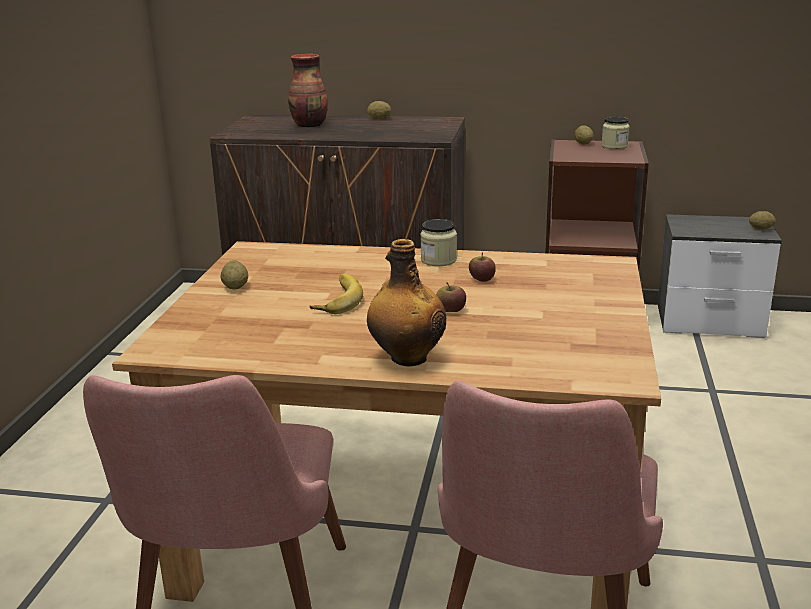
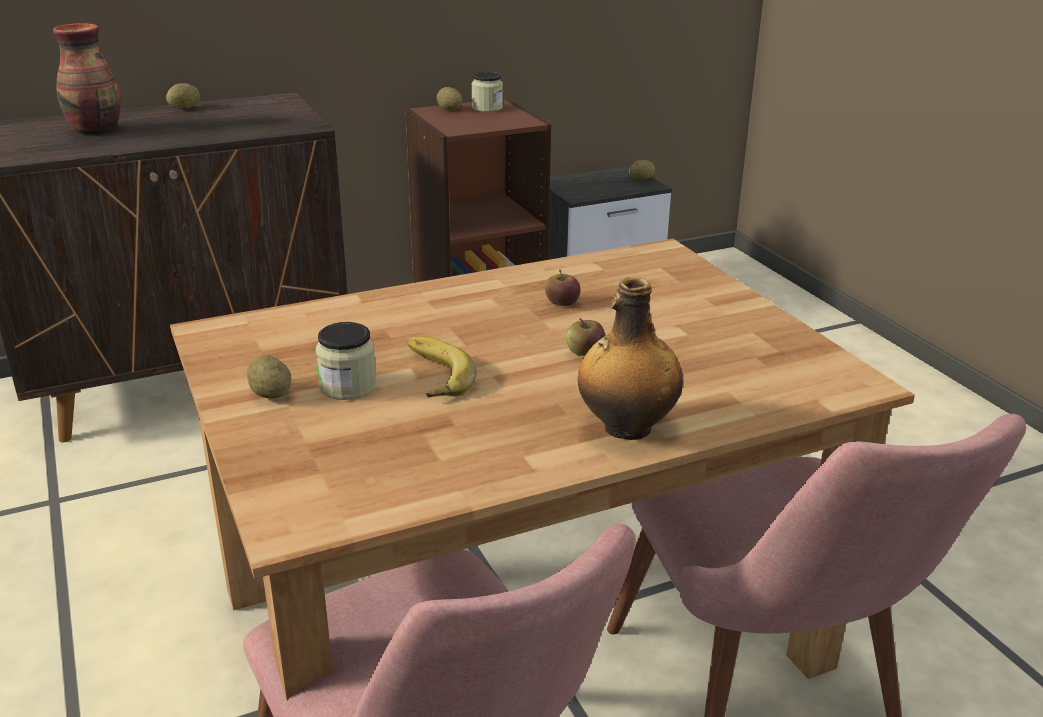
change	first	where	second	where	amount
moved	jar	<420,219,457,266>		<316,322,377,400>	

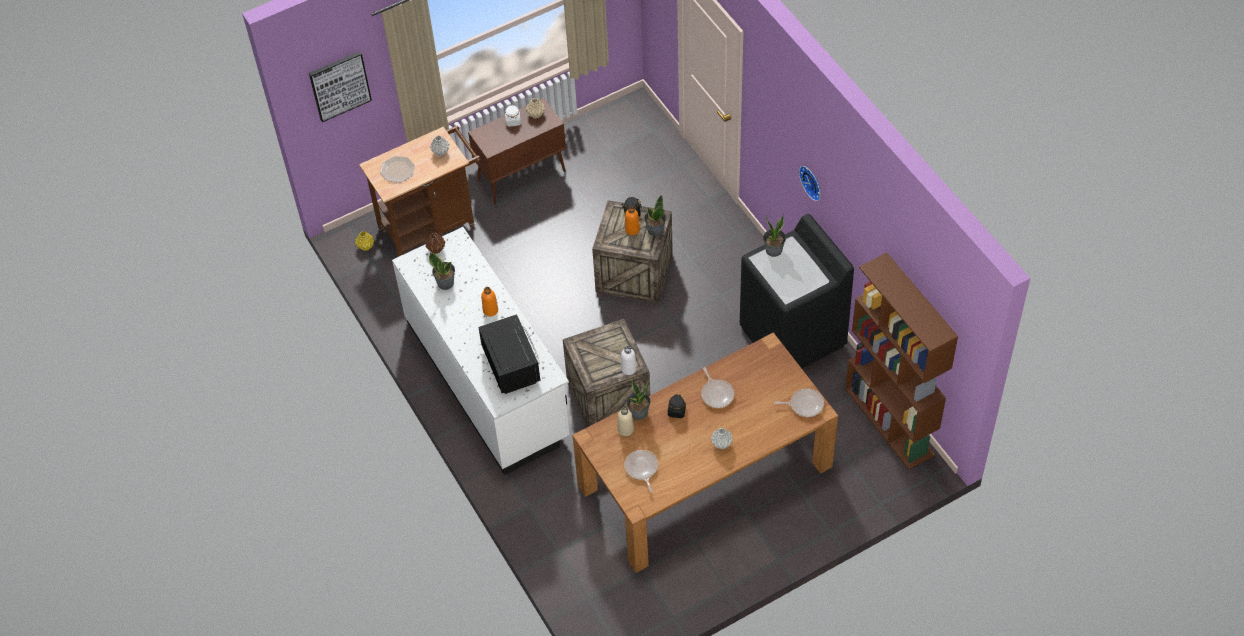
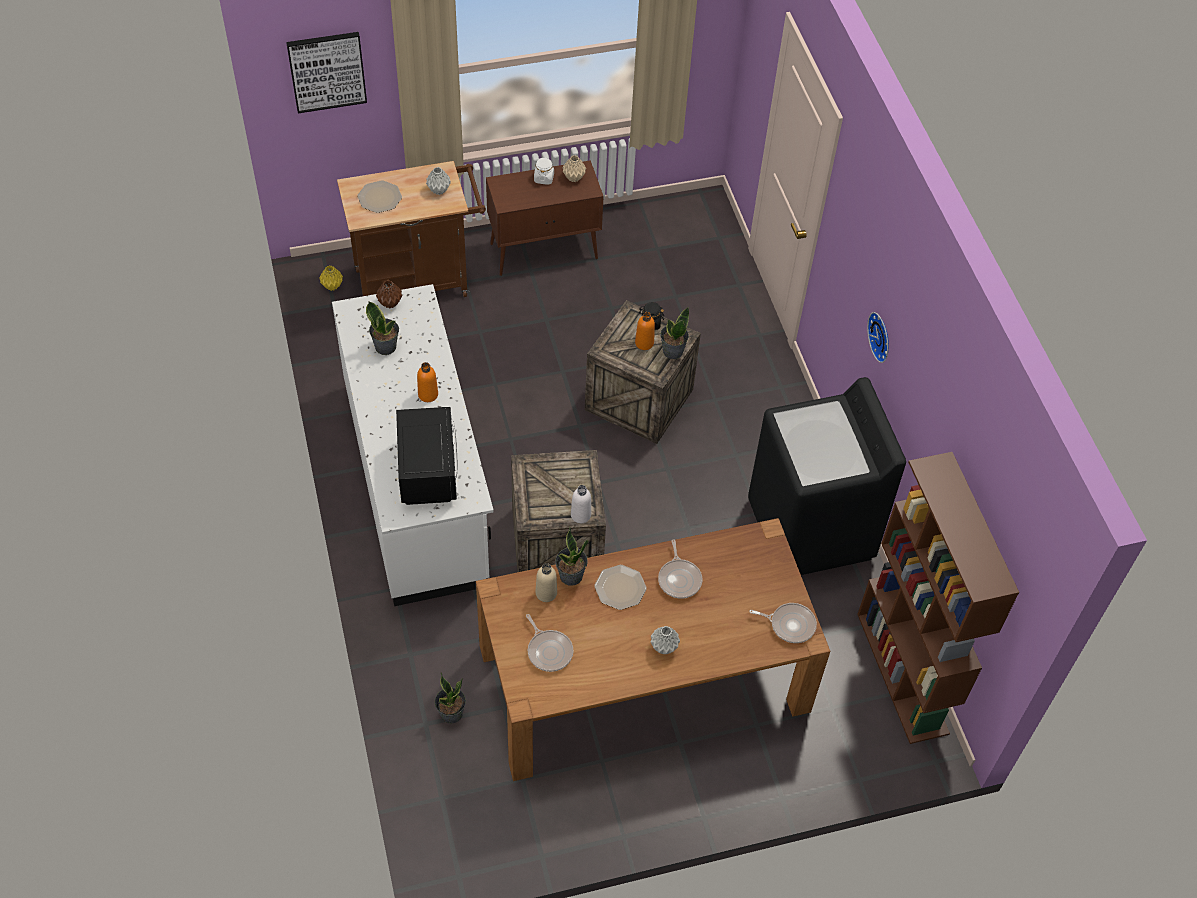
change	first	where	second	where	amount
turned	frying pan	<624,450,658,492>		<526,614,573,672>	150 degrees clockwise
replaced	black jar	<668,394,686,418>	plate	<594,565,647,610>	
moved	potted plant	<763,214,786,257>		<435,672,466,724>	

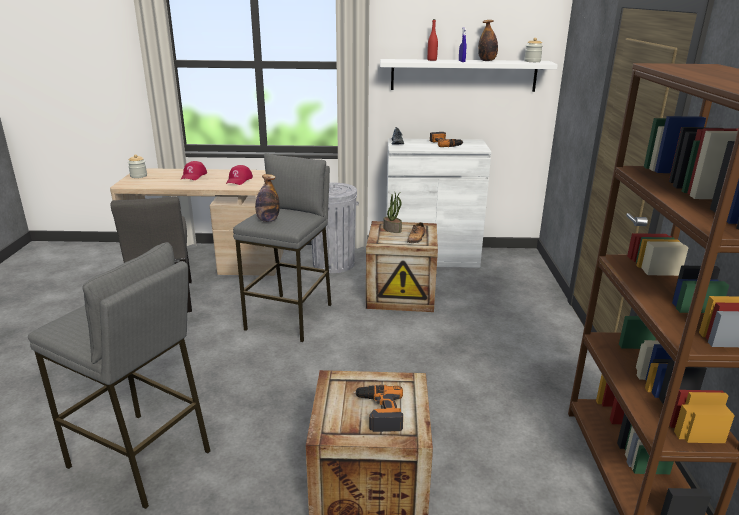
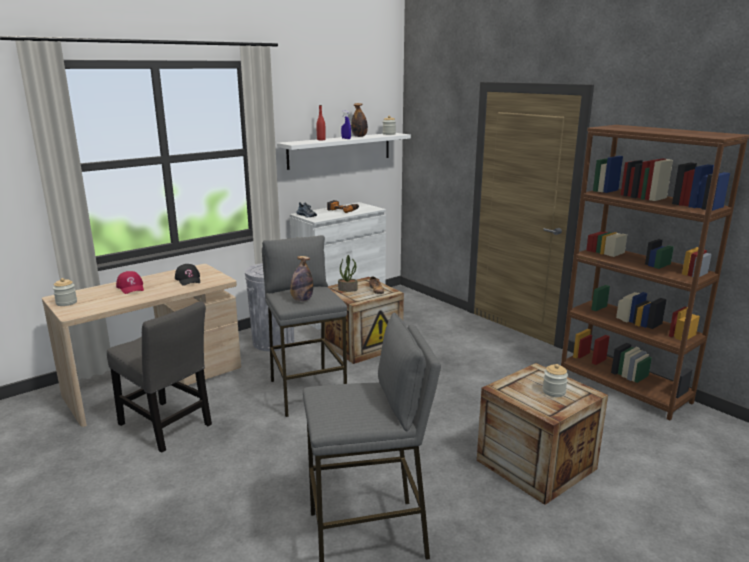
change	first	where	second	where	amount
recoloured	red cap	<226,165,253,185>	black cap	<175,264,200,286>	
replaced	power drill	<354,385,403,432>	jar	<543,364,568,397>	

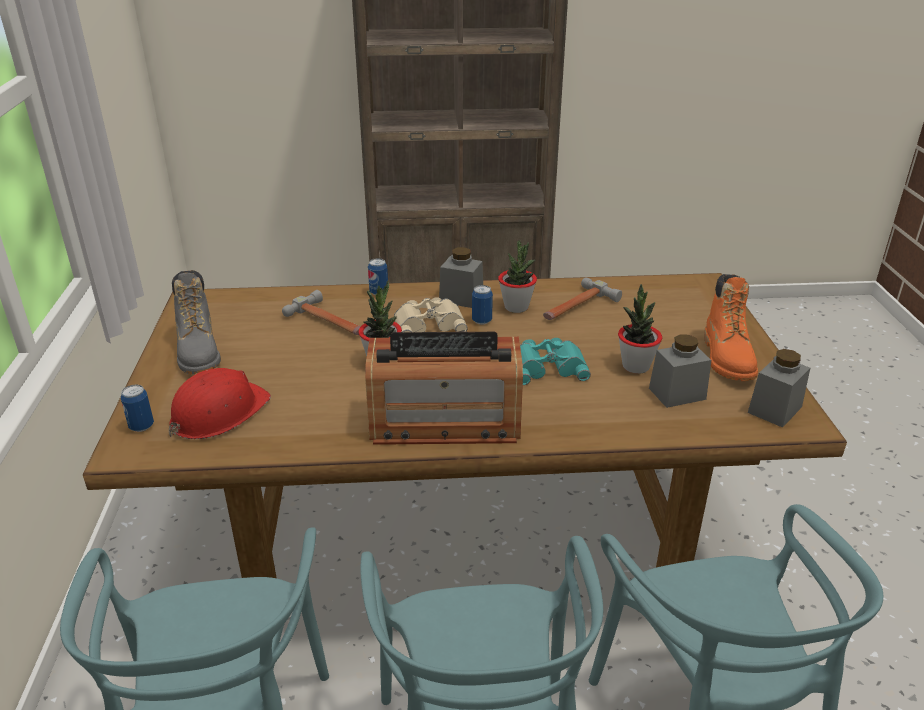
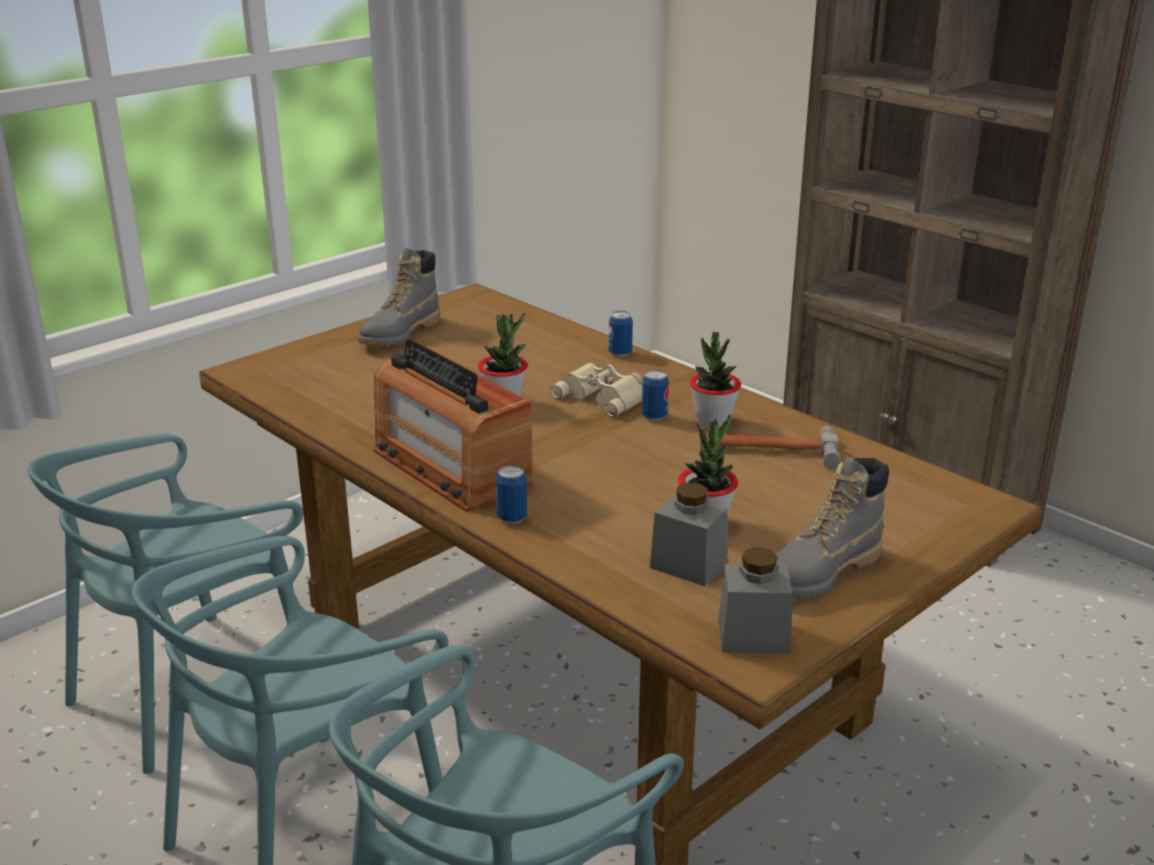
change	first	where	second	where	amount
moved	can	<121,385,154,432>		<496,465,527,524>	
removed	red hard hat	<169,368,271,439>			
removed	hammer	<282,290,361,335>			
removed	grey jar	<439,247,483,308>			
removed	turquoise binoculars	<520,338,591,385>			
recoloured	orange boot	<704,274,758,381>	grey boot	<775,457,889,598>	

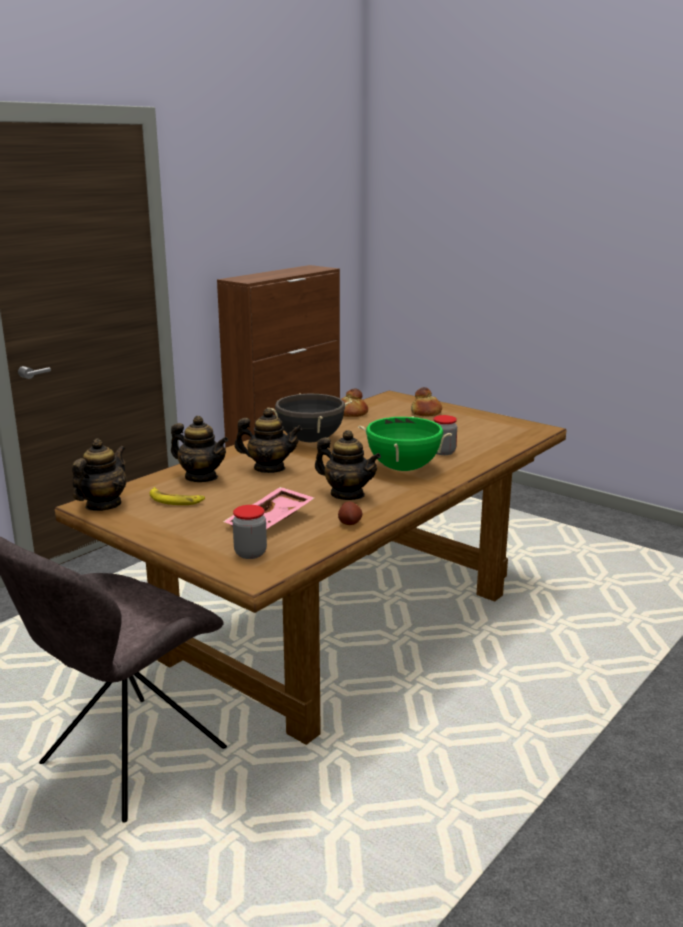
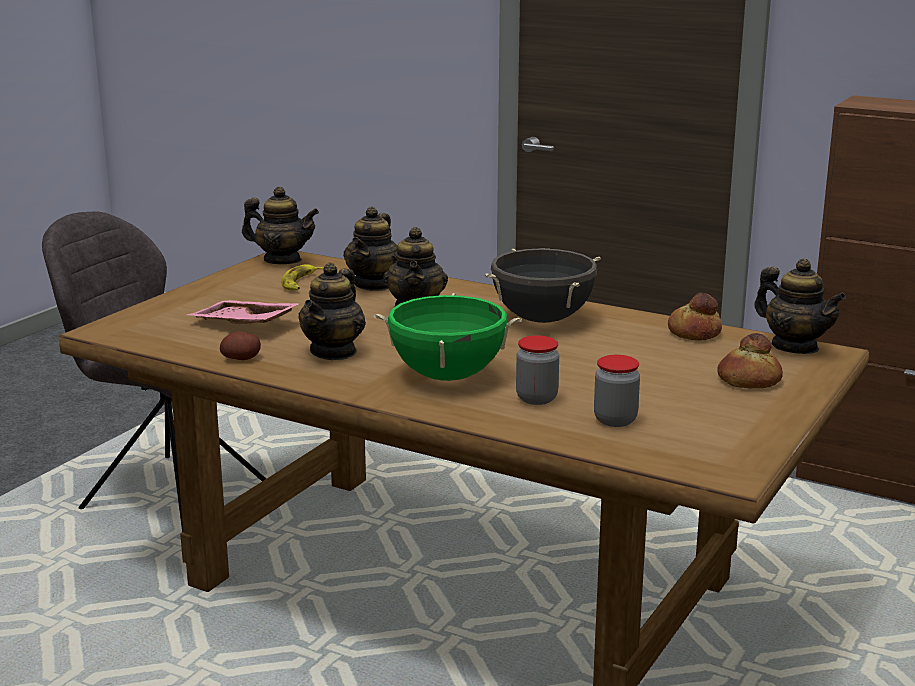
change	first	where	second	where	amount
moved	jar	<233,505,267,559>		<594,355,640,427>	
added			teapot	<754,259,846,354>	

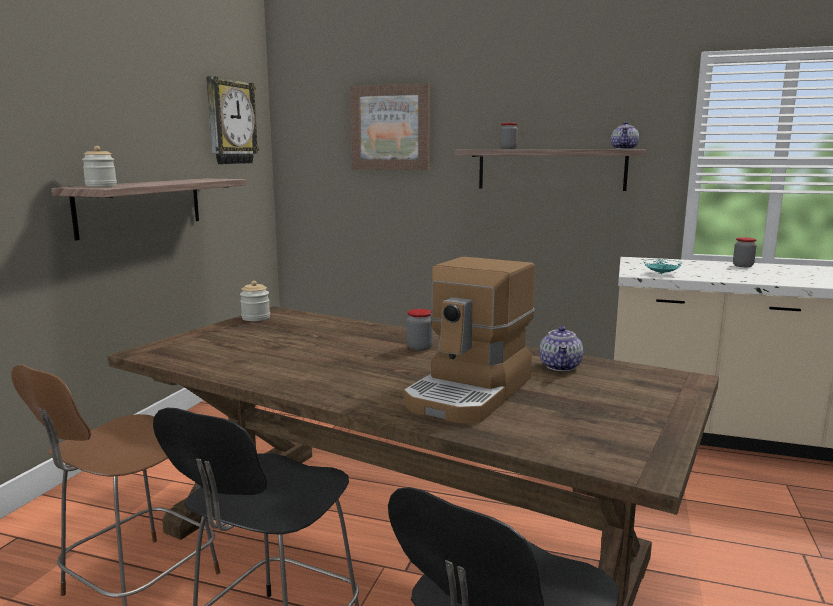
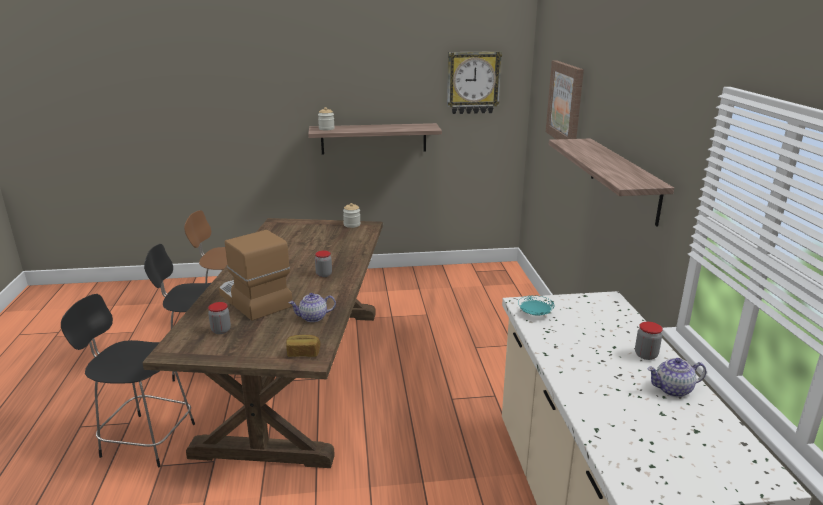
change	first	where	second	where	amount
turned	coffee machine	<404,257,535,423>		<219,230,292,321>	45 degrees clockwise
moved	jar	<500,123,518,149>		<208,302,231,334>	
moved	teapot	<611,122,639,149>		<647,358,706,397>	
added			bread	<286,335,320,357>	

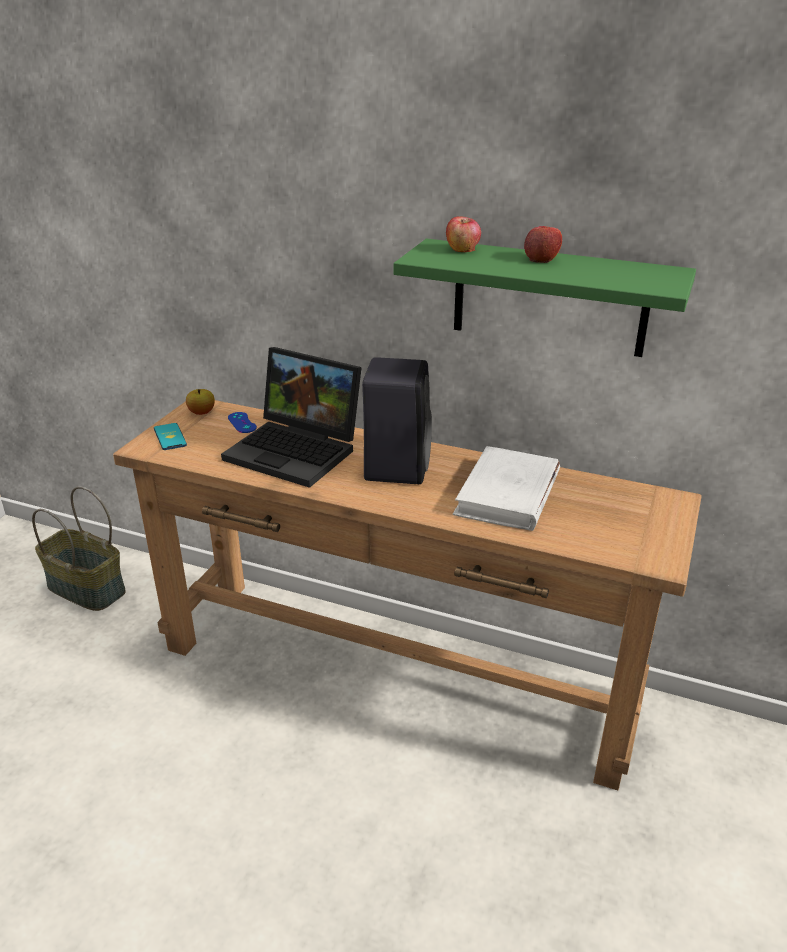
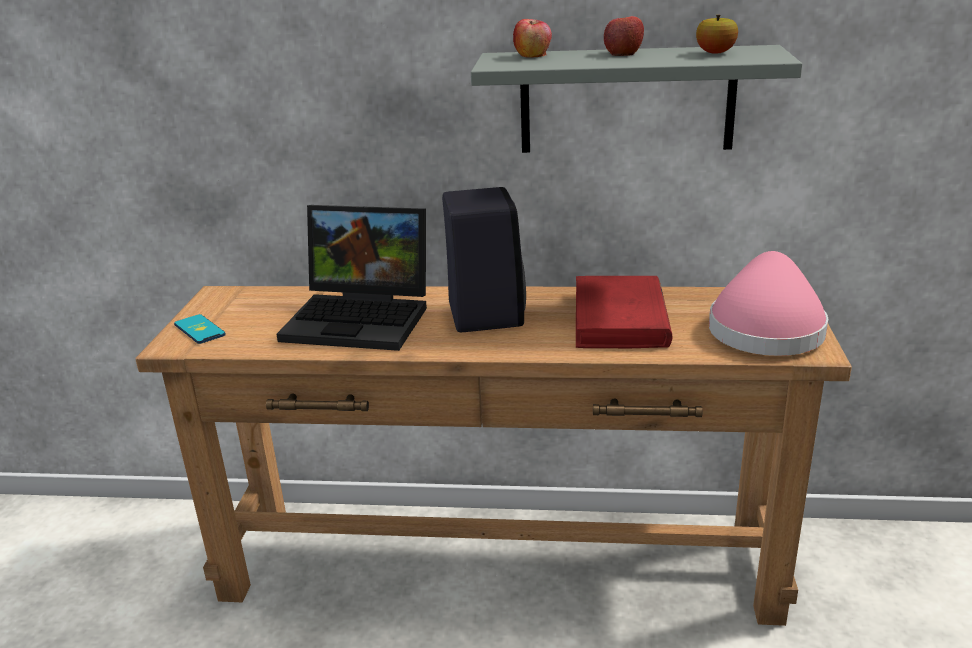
change	first	where	second	where	amount
removed	basket	<32,486,126,611>			
moved	apple	<186,389,215,415>		<696,15,738,53>	
removed	blue game controller	<228,412,257,433>			
recoloured	green shelf	<393,239,696,357>	grey shelf	<471,45,802,153>	
recoloured	white book	<453,446,560,531>	red book	<576,276,673,348>	
added			pink hat	<709,251,828,356>	

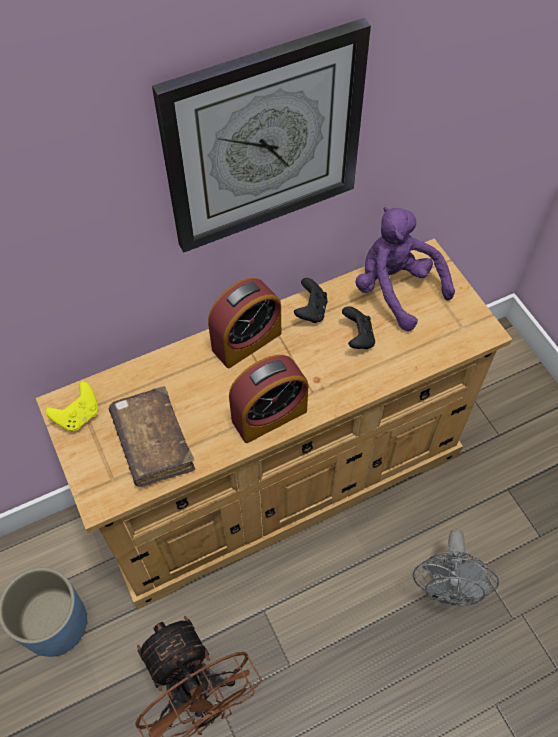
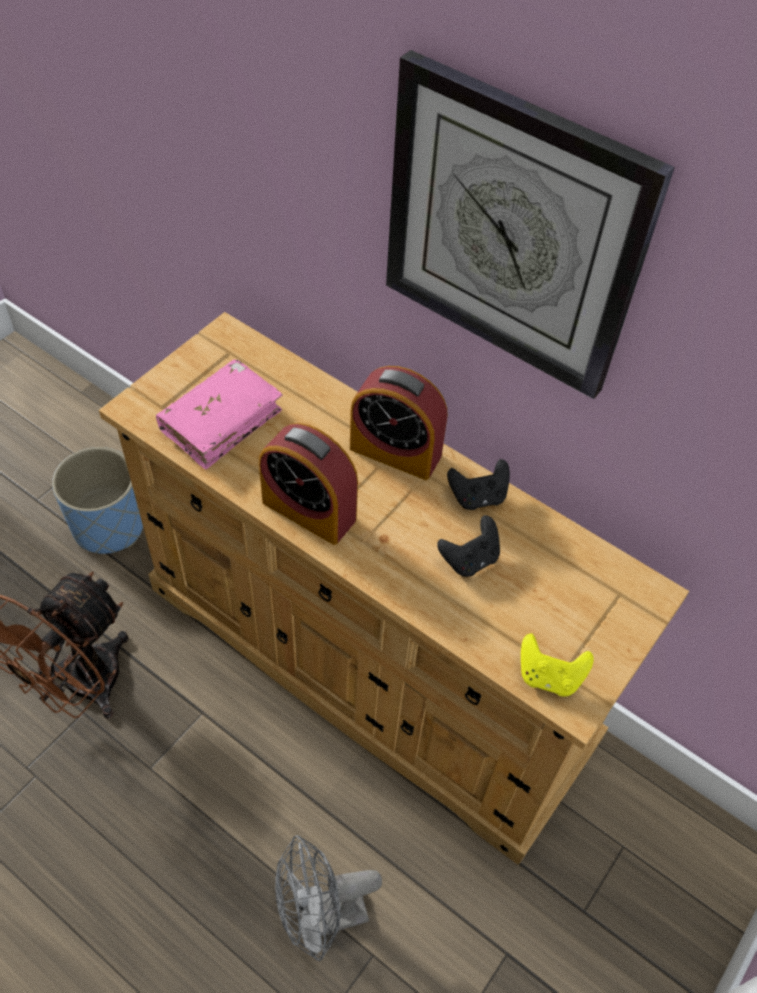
change	first	where	second	where	amount
moved	yellow game controller	<46,381,98,431>		<521,633,594,696>	
recoloured	brown book	<109,386,195,487>	pink book	<156,359,283,469>	
removed	purple plush toy	<355,207,455,331>			

